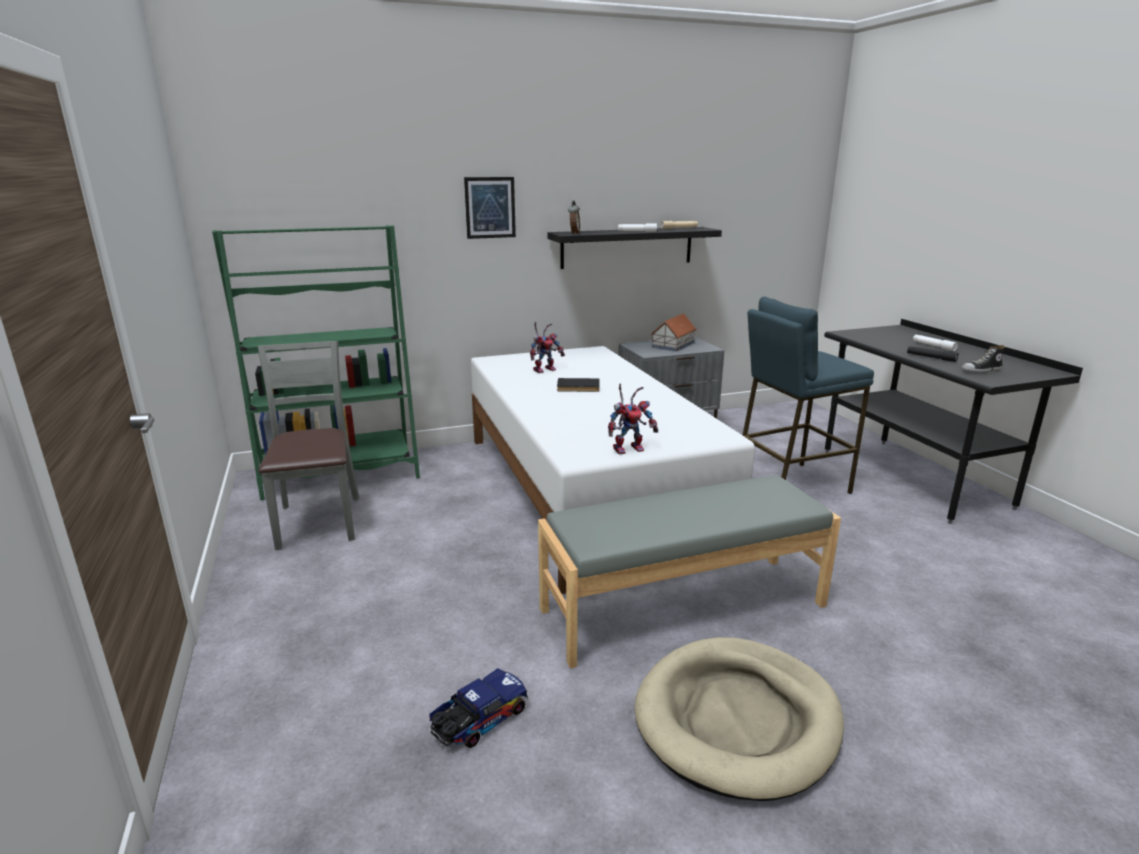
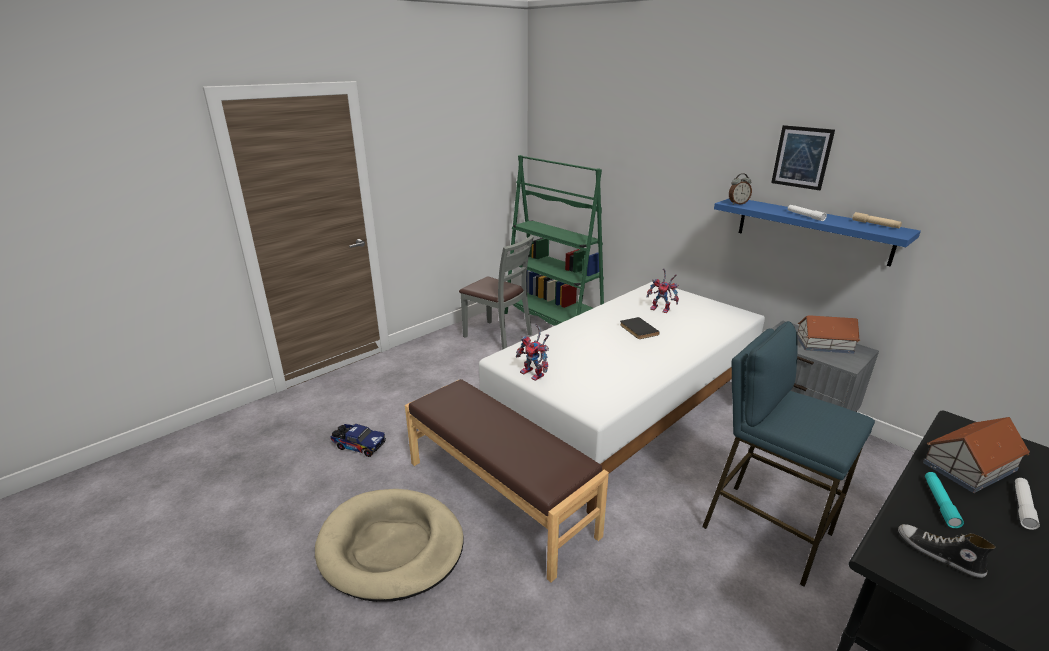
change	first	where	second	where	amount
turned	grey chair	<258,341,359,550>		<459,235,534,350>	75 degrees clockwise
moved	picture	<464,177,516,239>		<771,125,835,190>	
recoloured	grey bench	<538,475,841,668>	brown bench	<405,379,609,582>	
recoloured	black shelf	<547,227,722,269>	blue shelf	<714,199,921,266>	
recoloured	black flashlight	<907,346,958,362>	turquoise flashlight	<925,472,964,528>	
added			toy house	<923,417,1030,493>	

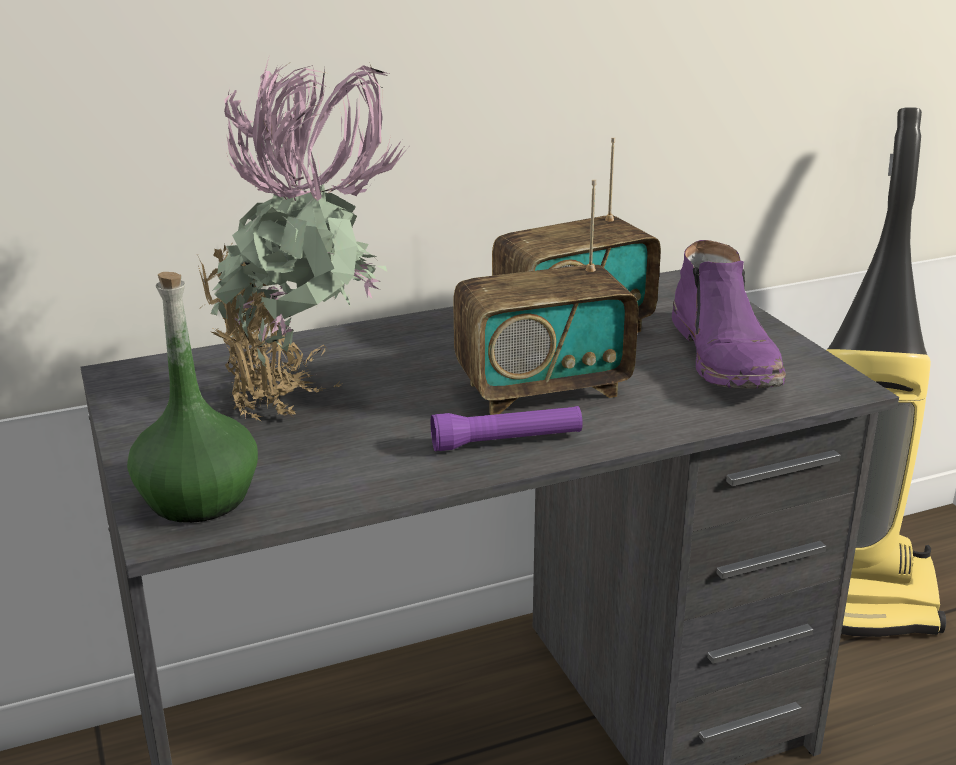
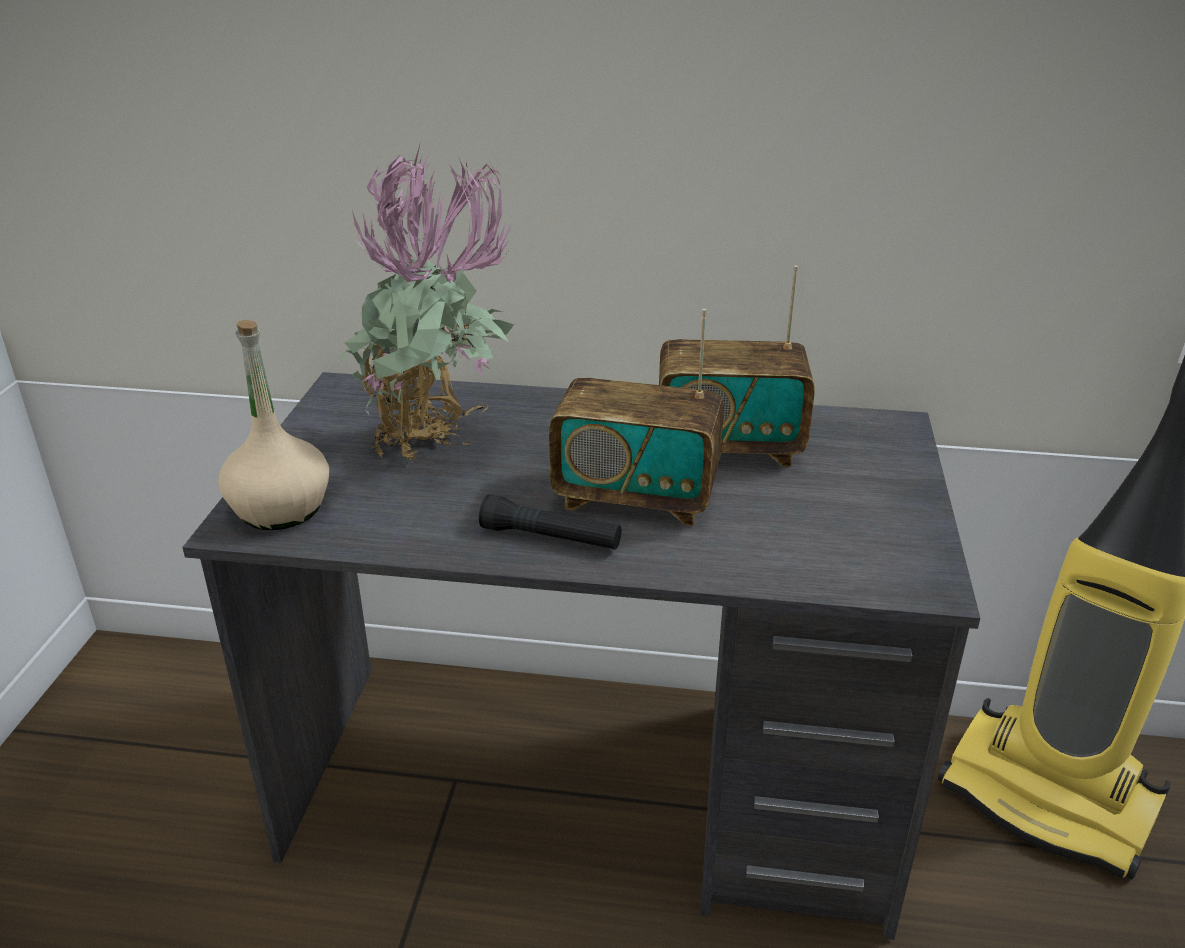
change	first	where	second	where	amount
recoloured	green bottle	<127,272,258,523>	beige bottle	<218,320,329,530>	
recoloured	purple flashlight	<431,406,582,451>	black flashlight	<479,494,621,550>	
removed	purple boot	<672,240,786,389>			

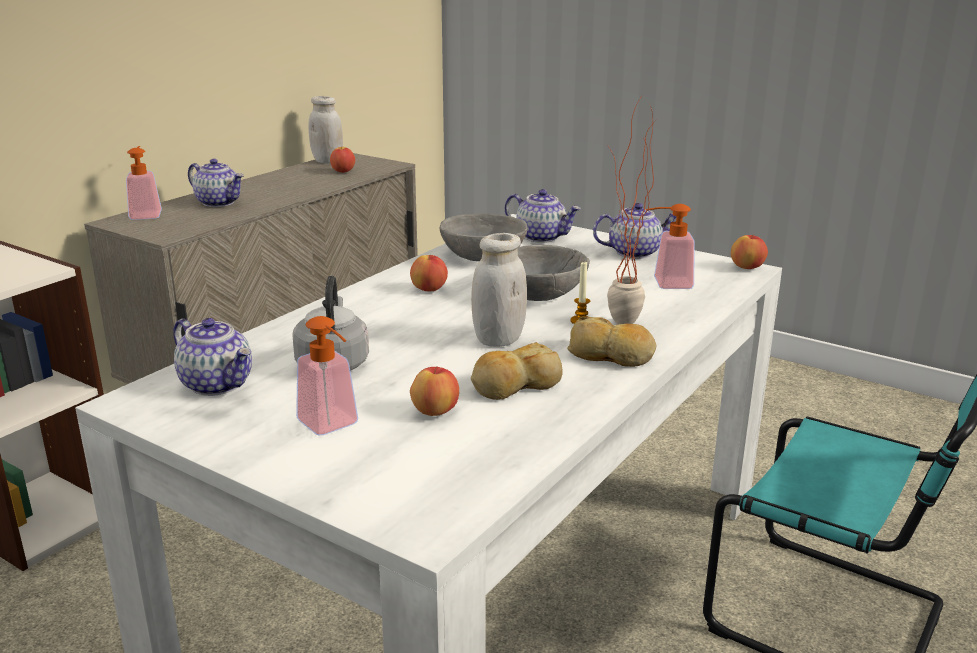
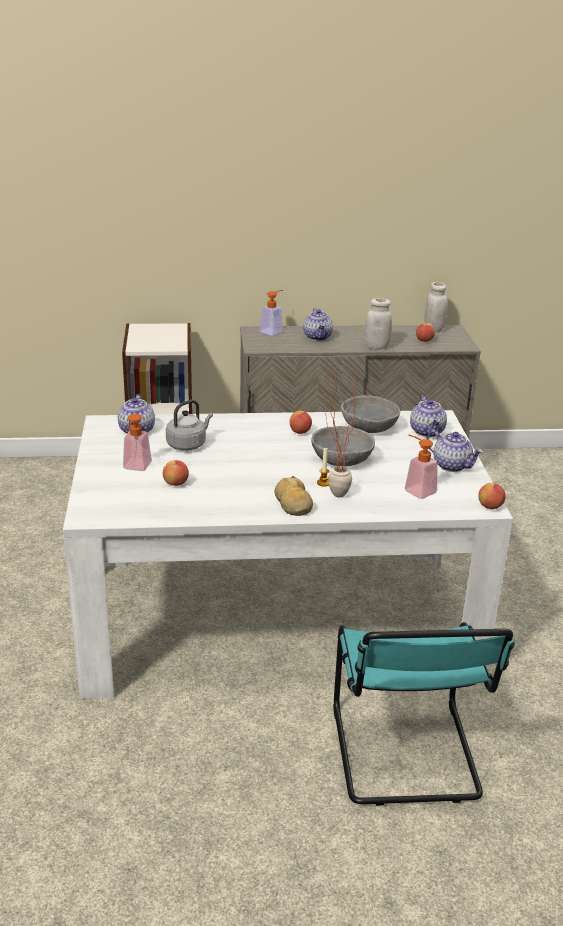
change	first	where	second	where	amount
moved	white jar	<471,233,527,347>		<365,298,392,350>	
removed	bread	<471,342,563,400>			

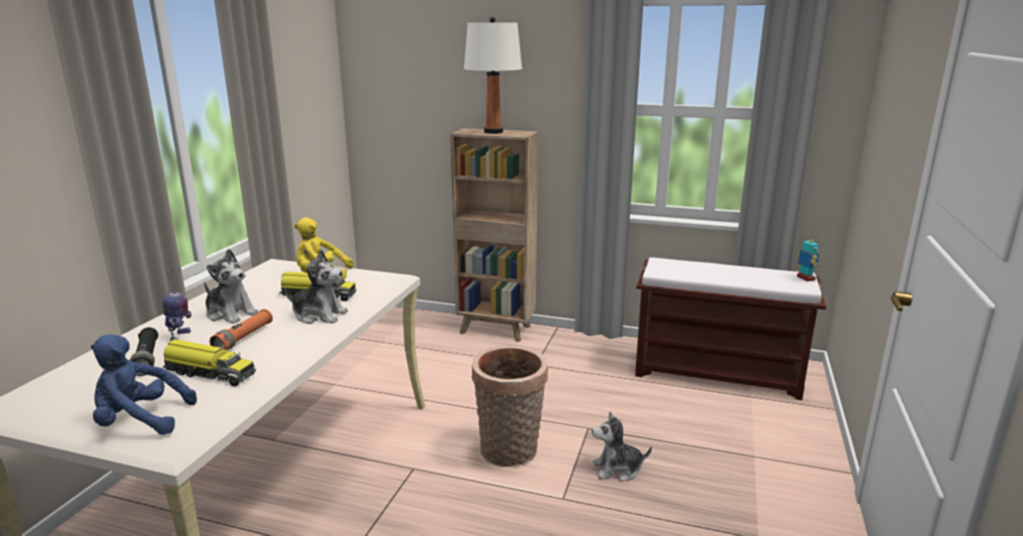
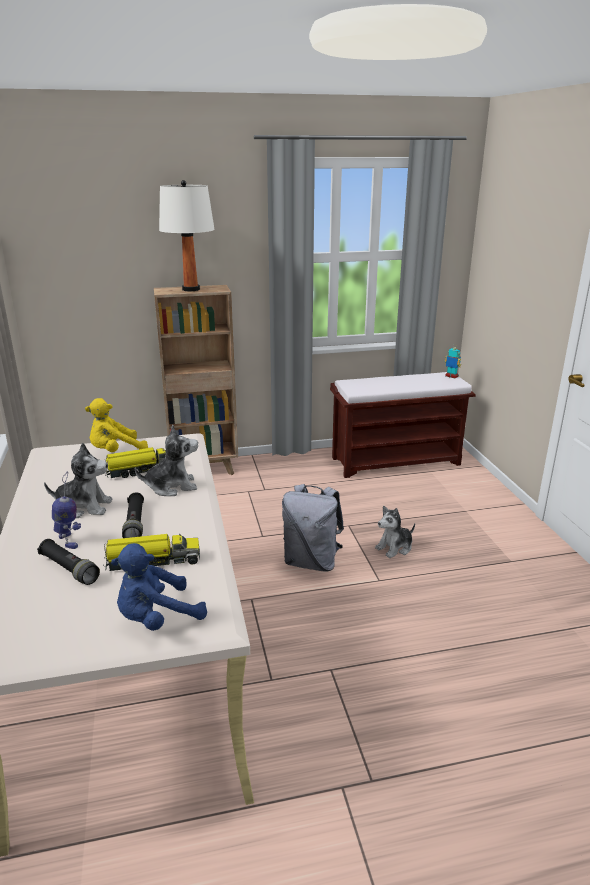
change	first	where	second	where	amount
recoloured	orange flashlight	<210,309,273,350>	black flashlight	<122,493,144,538>	
replaced	basket	<472,345,548,467>	grey backpack	<282,484,344,571>	

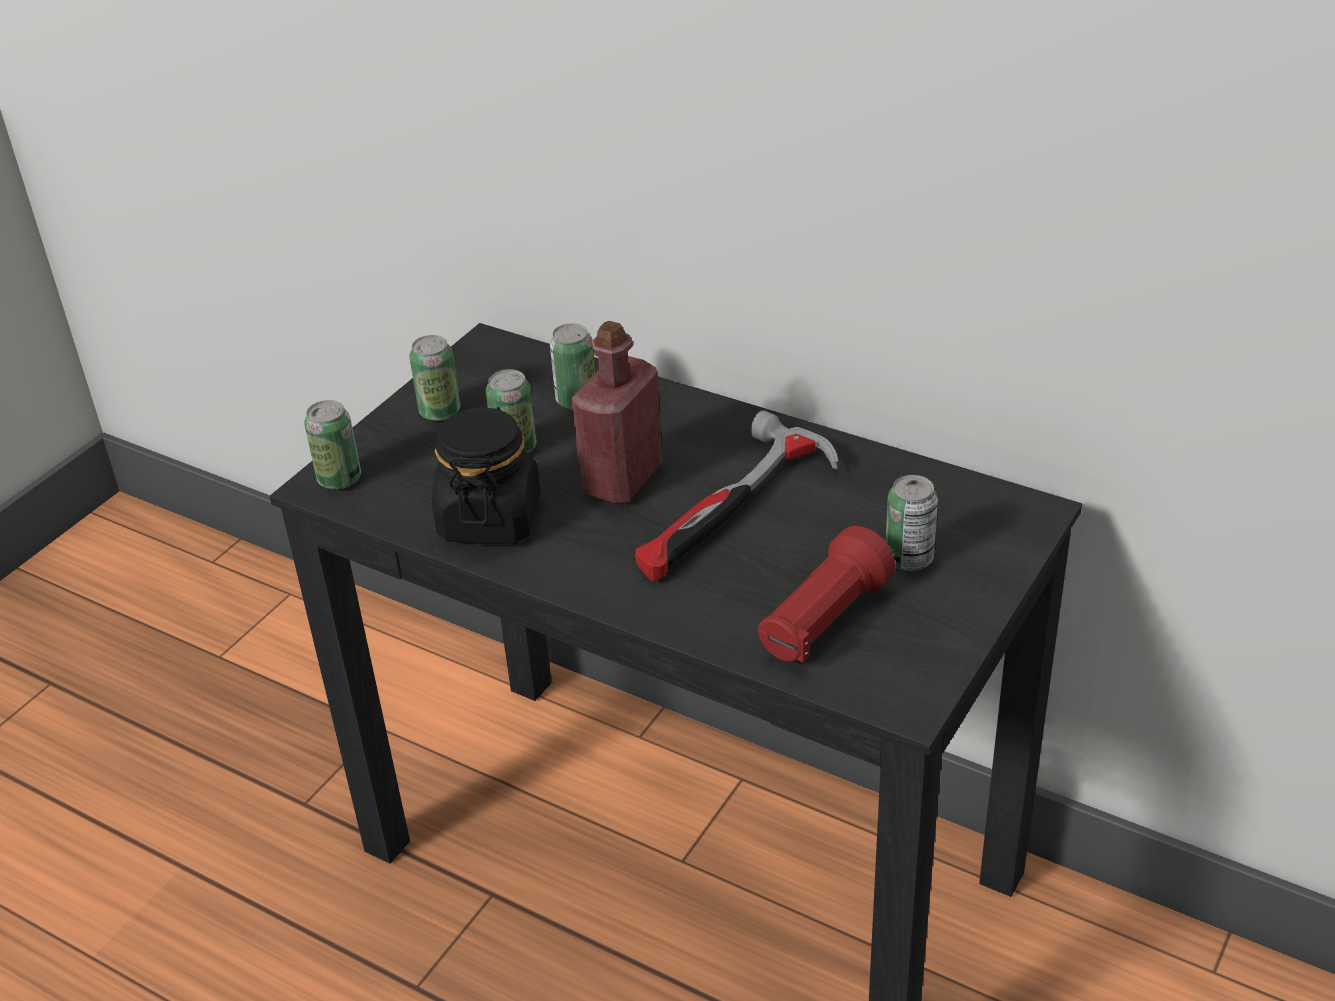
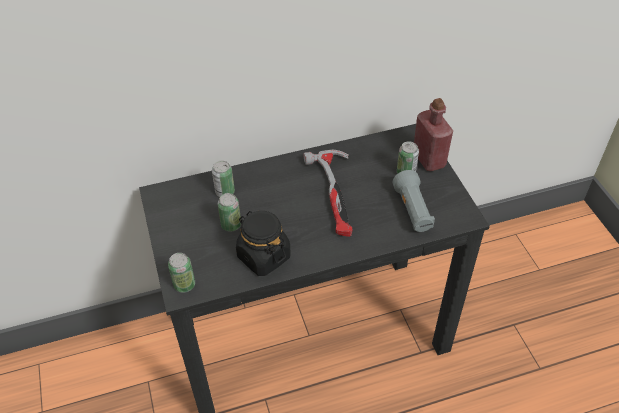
change	first	where	second	where	amount
removed	can	<409,335,461,421>			
moved	red bottle	<571,321,662,504>		<414,98,453,171>	
recoloured	red flashlight	<758,526,895,662>	grey flashlight	<393,170,435,232>	

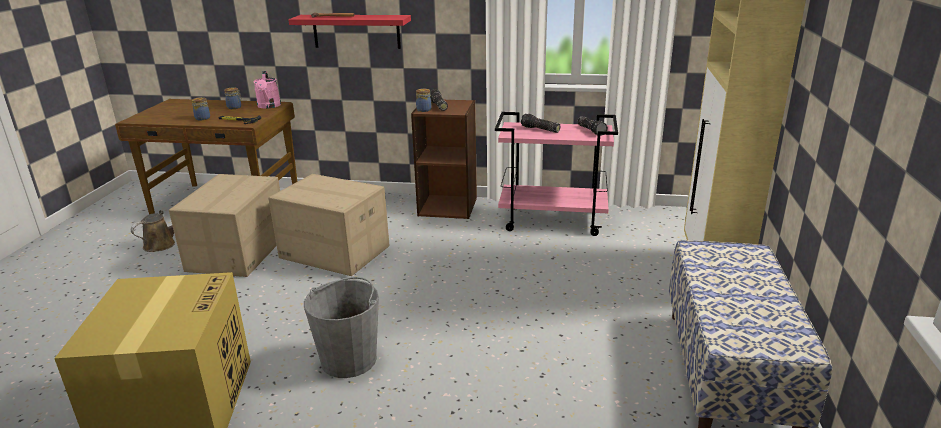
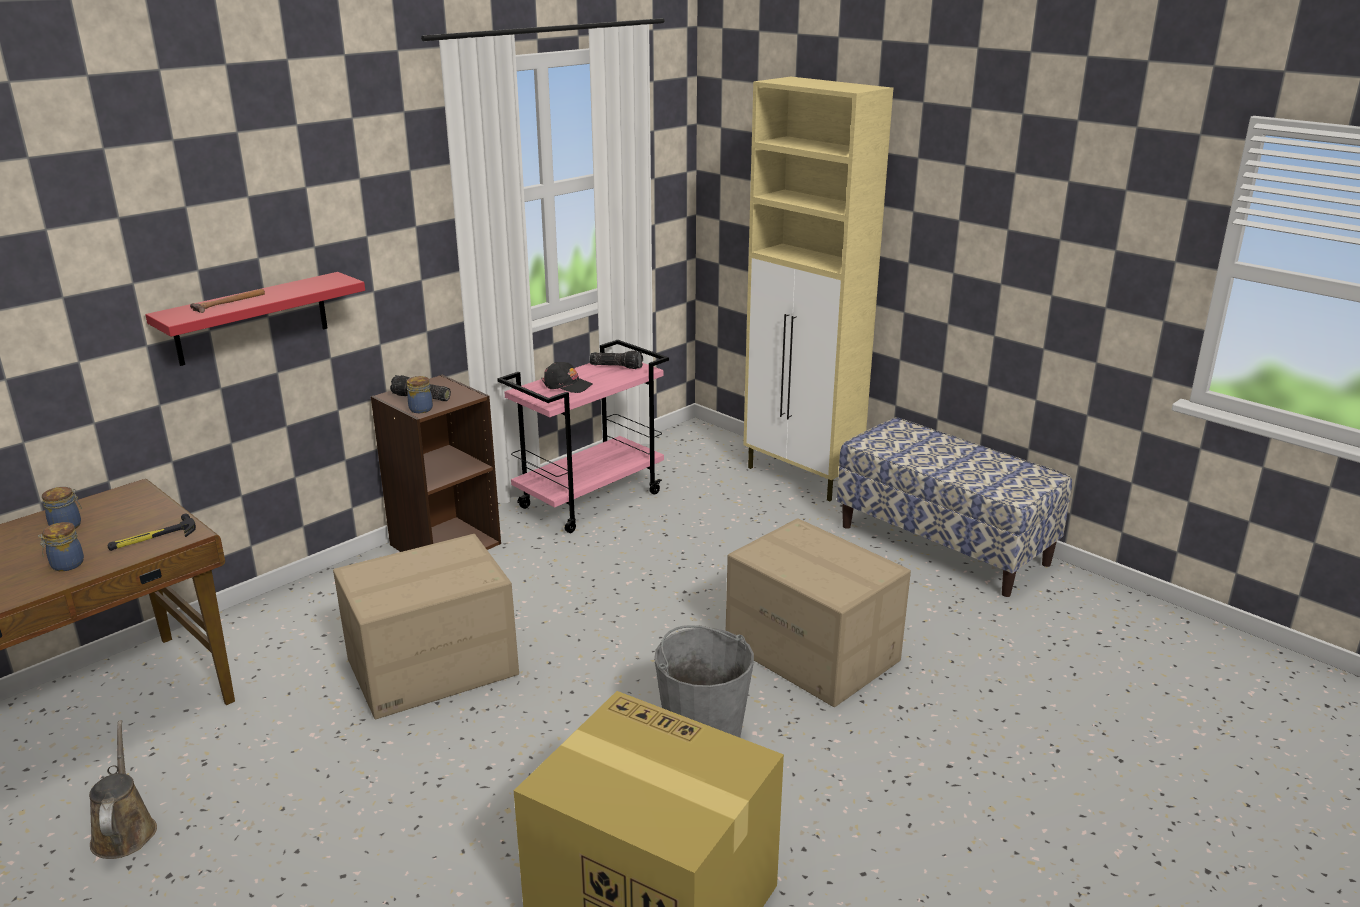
change	first	where	second	where	amount
moved	cardboard box	<169,174,280,277>		<726,518,911,707>	
removed	pink watering can	<254,71,281,108>			
replaced	flashlight	<521,114,560,133>	black cap	<541,362,593,393>	

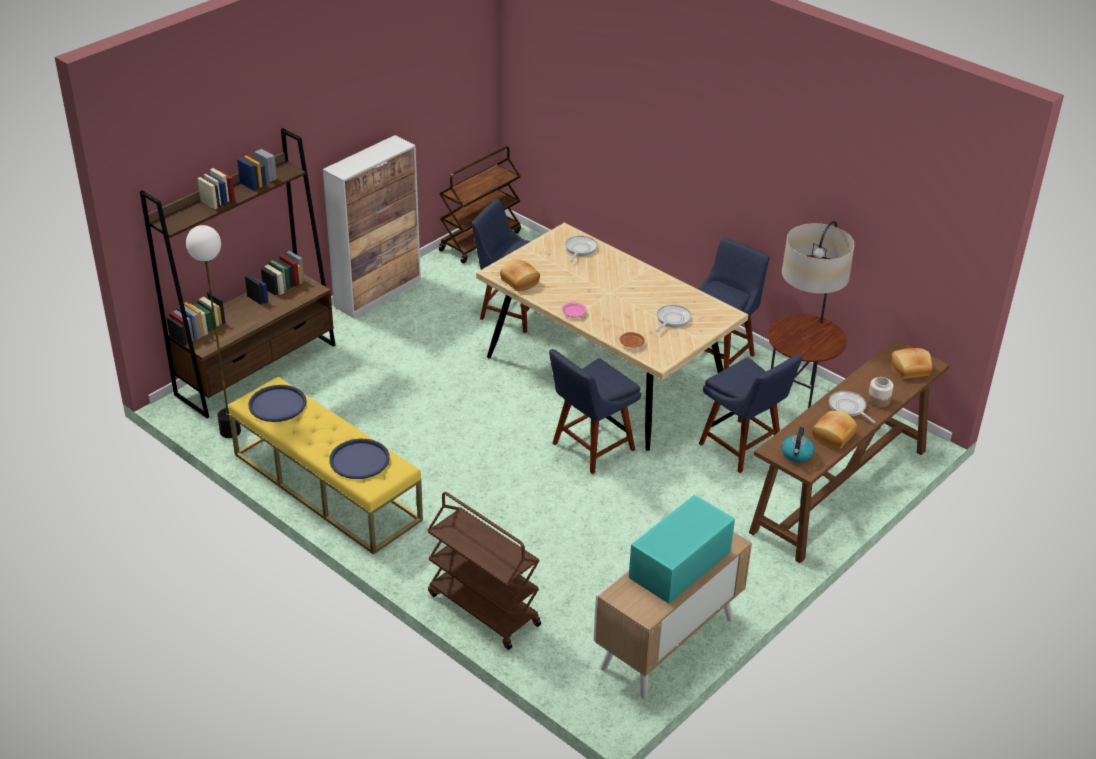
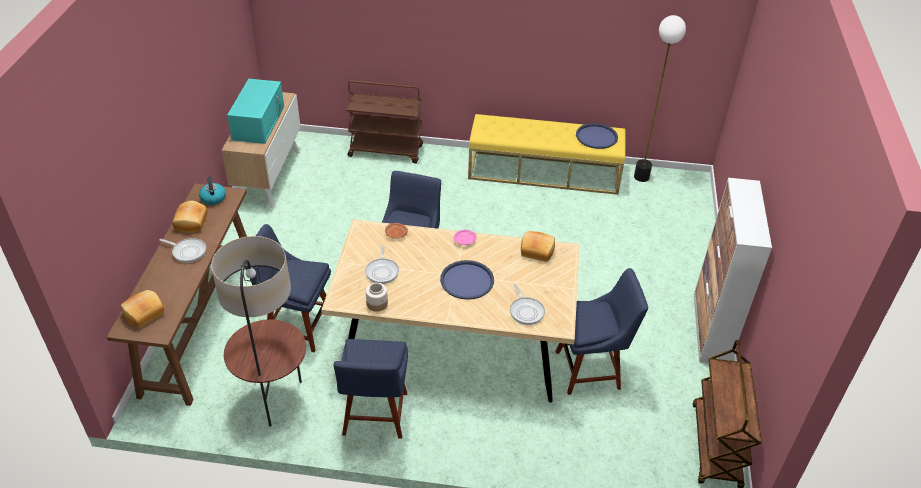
change	first	where	second	where	amount
removed	brown bookcase	<140,128,336,418>			
moved	blue tray	<329,439,390,479>		<440,260,494,300>	
moved	jar	<868,377,893,407>		<366,283,388,312>	

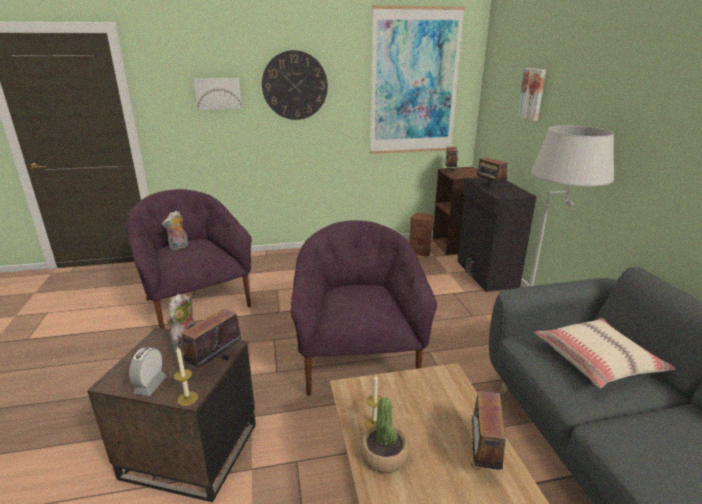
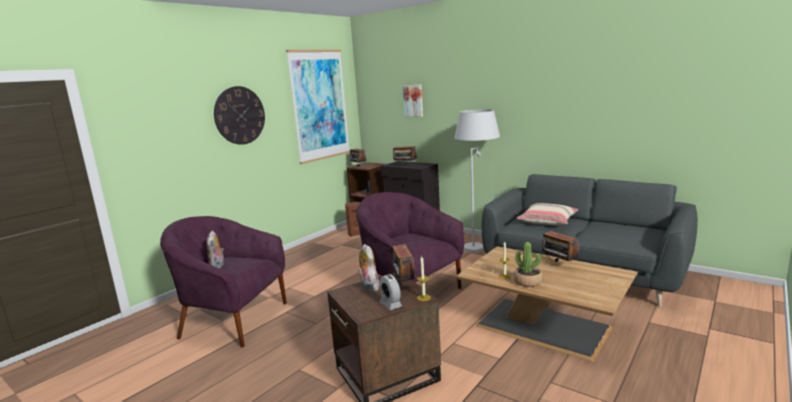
change	first	where	second	where	amount
removed	picture	<194,78,242,110>			

